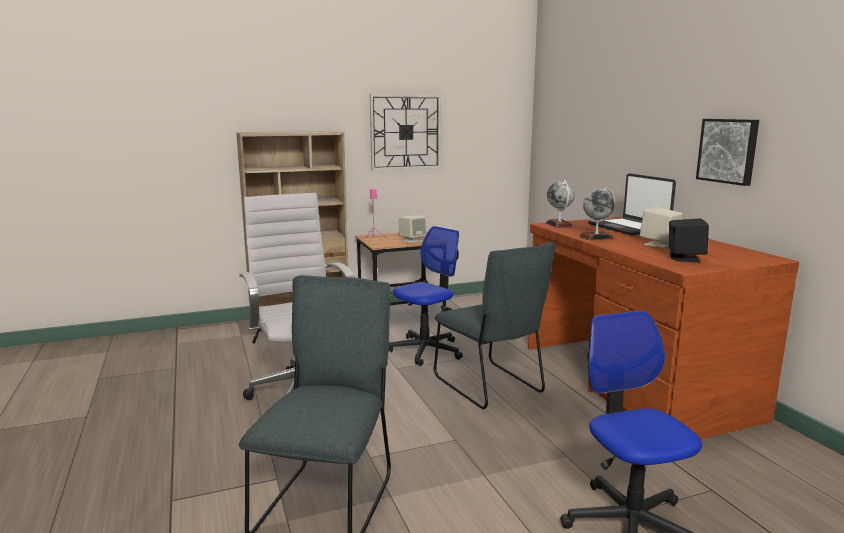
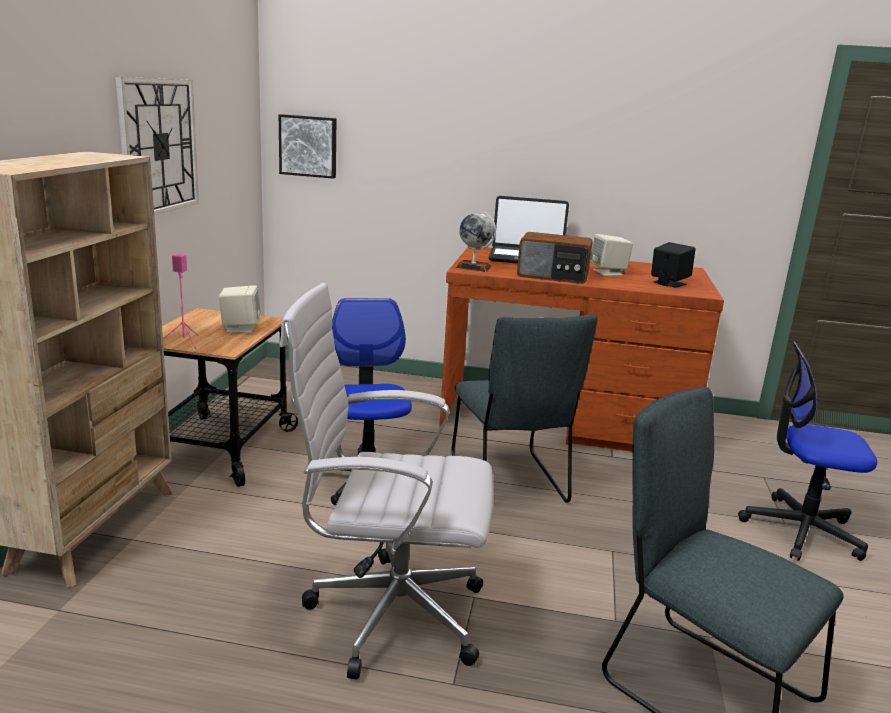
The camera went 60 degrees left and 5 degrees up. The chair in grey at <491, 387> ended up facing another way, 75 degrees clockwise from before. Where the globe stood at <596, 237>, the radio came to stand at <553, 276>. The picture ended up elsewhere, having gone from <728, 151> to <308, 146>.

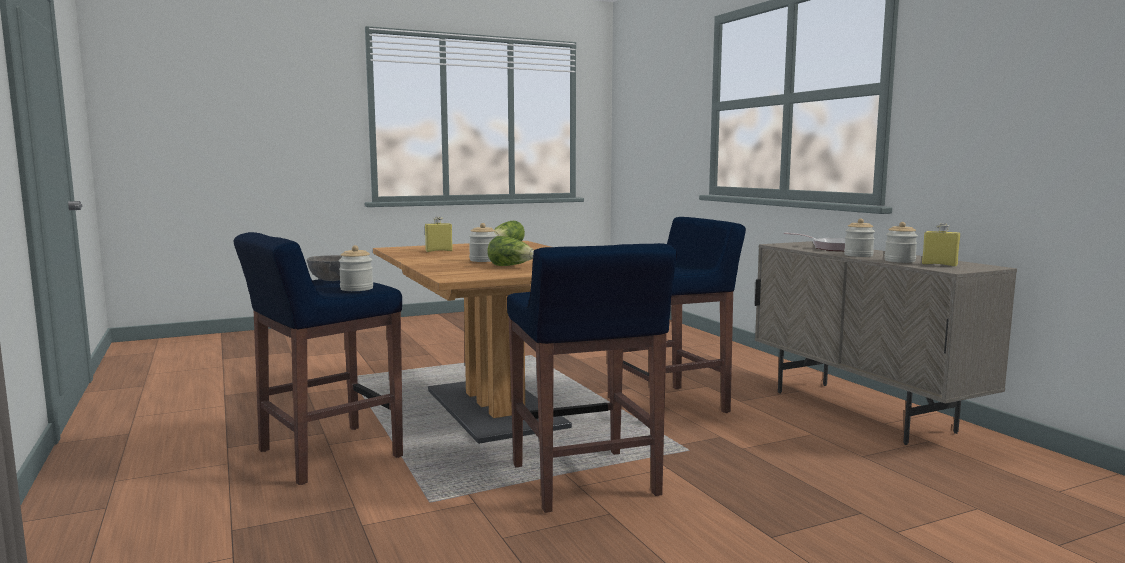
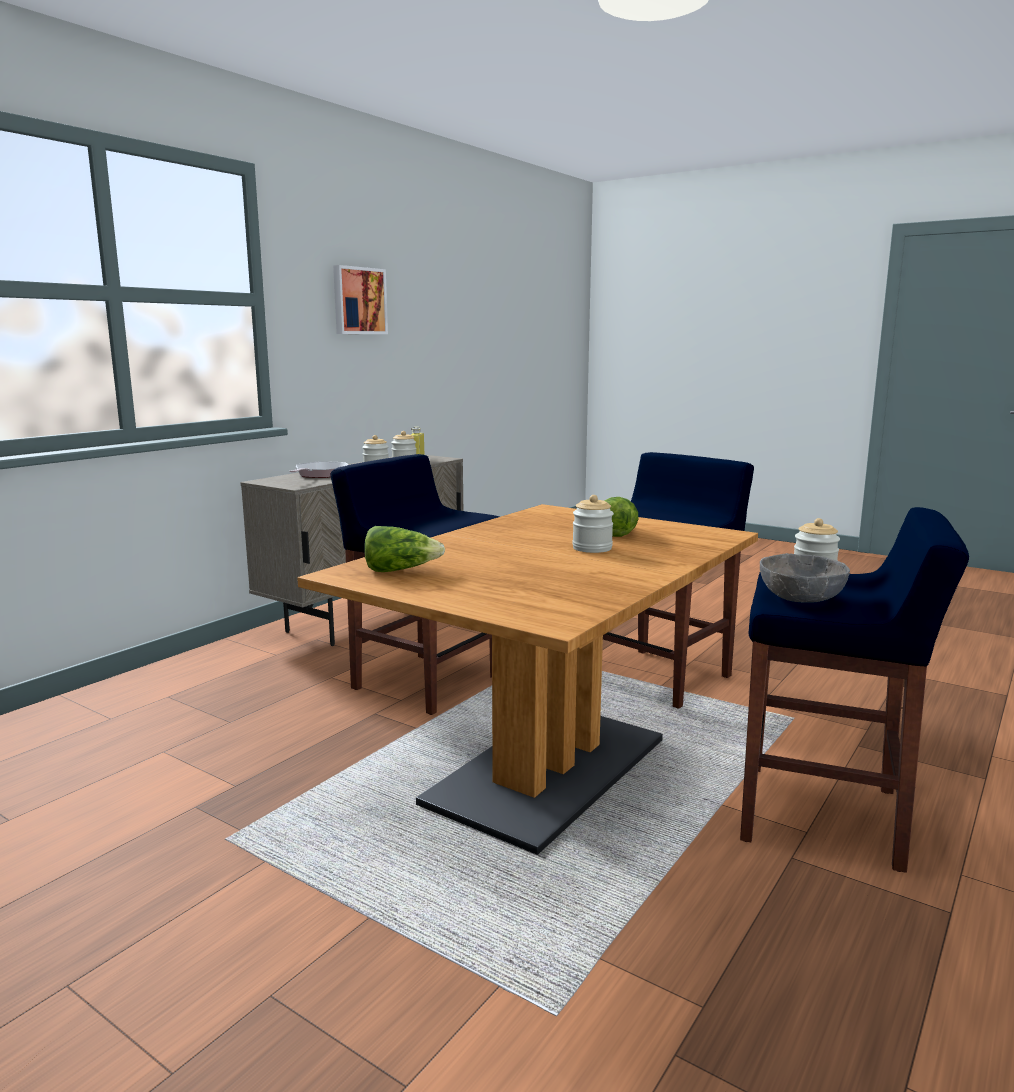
The camera went 120 degrees left and 5 degrees up. The second view lost the bottle in yellow at <439, 251>. The second view gained the picture at <358, 301>.

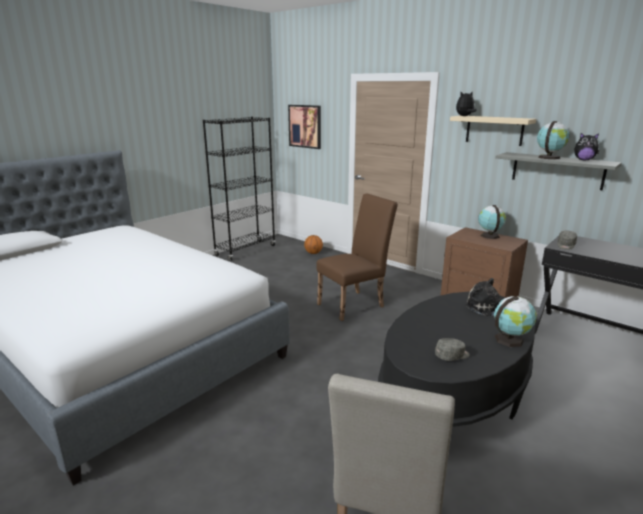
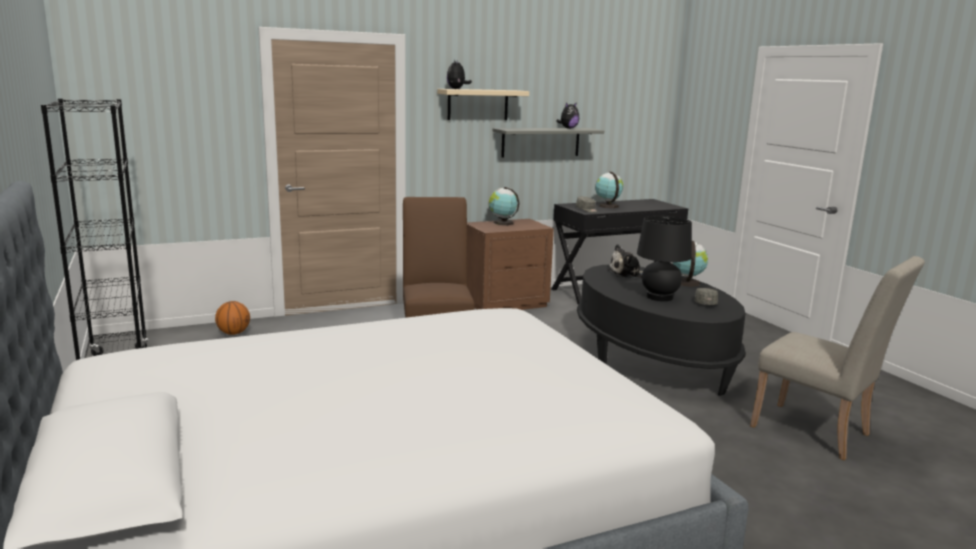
The camera went 65 degrees left and 5 degrees down. The second view lost the picture at <305, 126>. The globe ended up elsewhere, having gone from <549, 157> to <607, 206>. The second view gained the table lamp in black at <659, 297>.

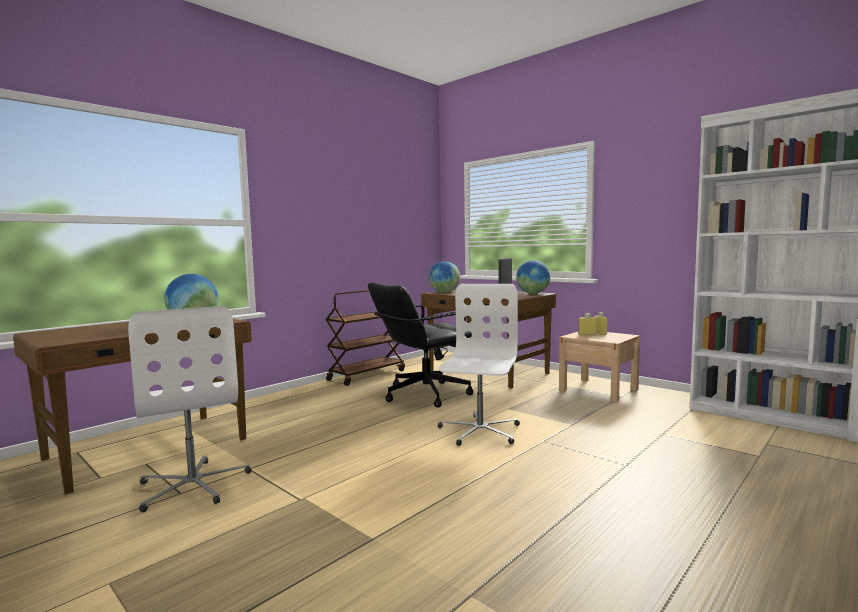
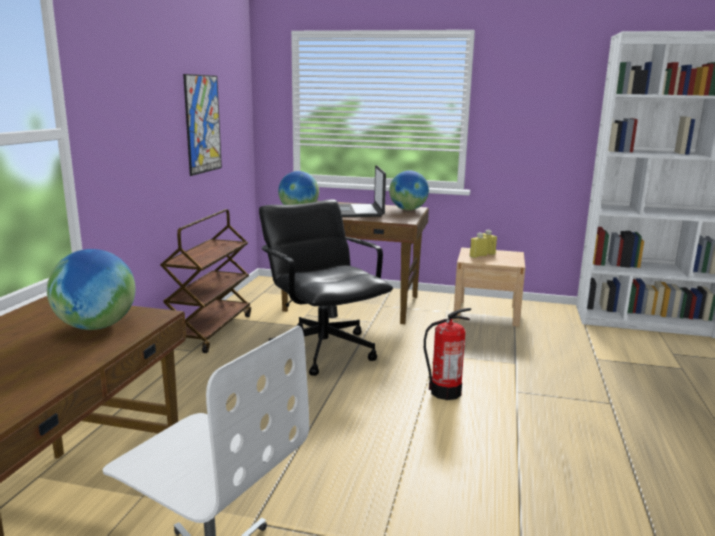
The camera went 30 degrees left and 10 degrees up. The office chair in black at <425, 394> ended up facing another way, 120 degrees clockwise from before. Where the office chair in white stood at <479, 431>, the fire extinguisher came to stand at <445, 392>. The second view gained the picture at <203, 124>.

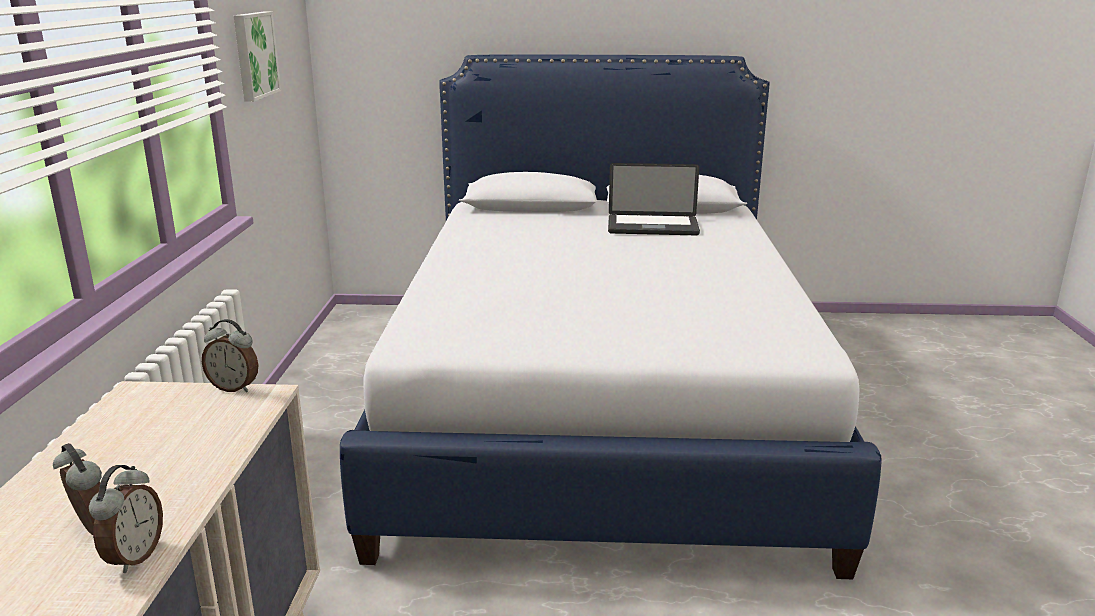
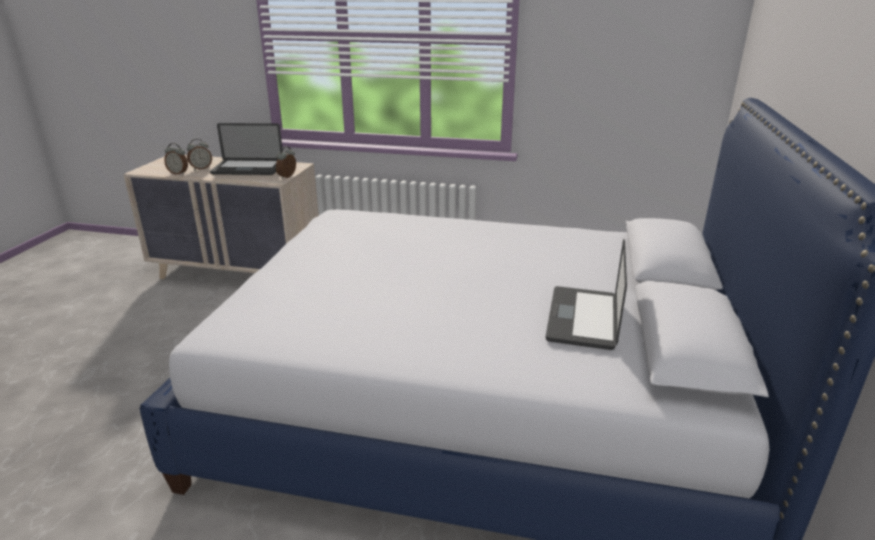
The camera went 100 degrees right and 5 degrees up. The second view lost the picture at <253, 55>. The second view gained the laptop at <248, 169>.

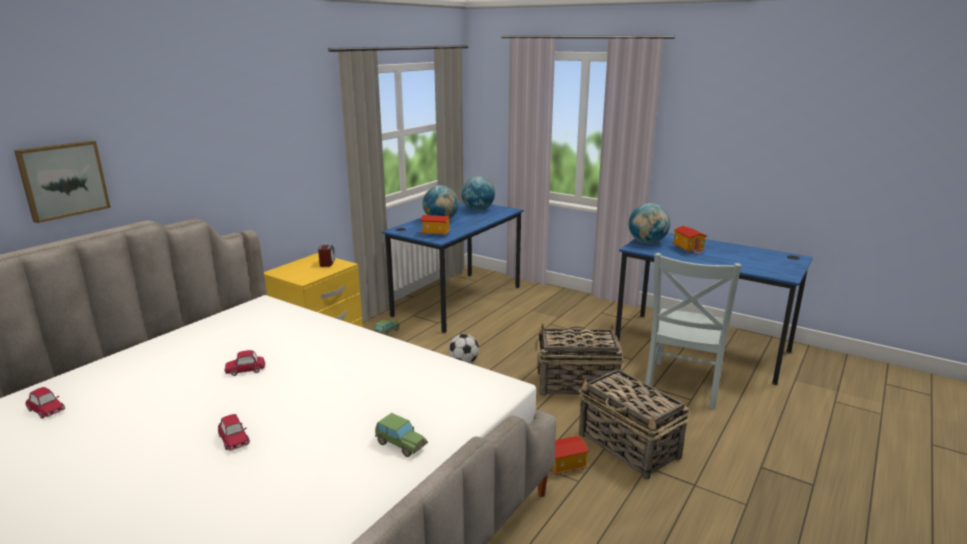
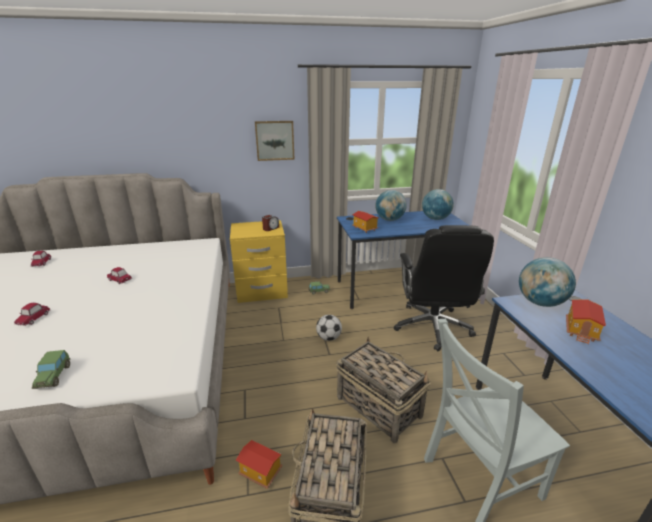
The camera went 45 degrees right and 5 degrees up. The picture ended up elsewhere, having gone from <63, 180> to <274, 140>. The second view gained the office chair in black at <432, 327>.

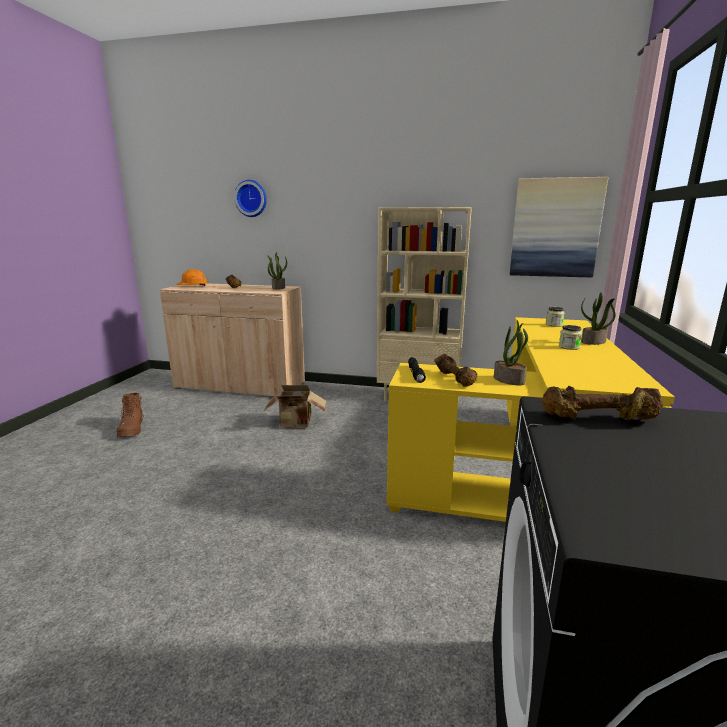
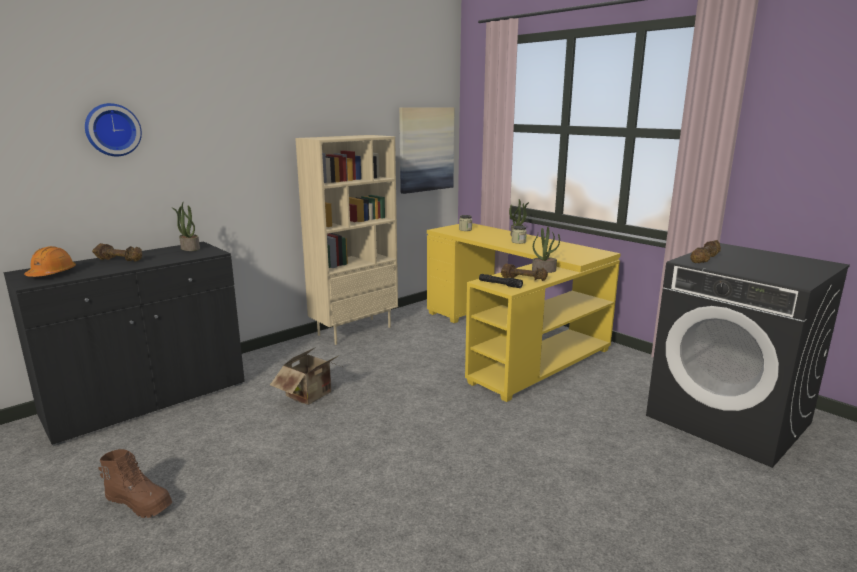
The camera went 55 degrees left and 0 degrees up. What was the cabinet in beige at <240, 386> turned into the cabinet in black at <147, 400>.

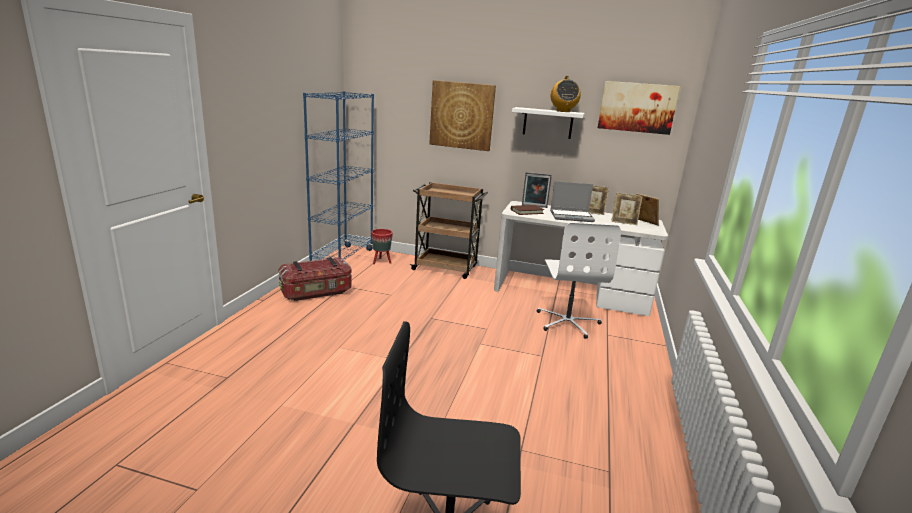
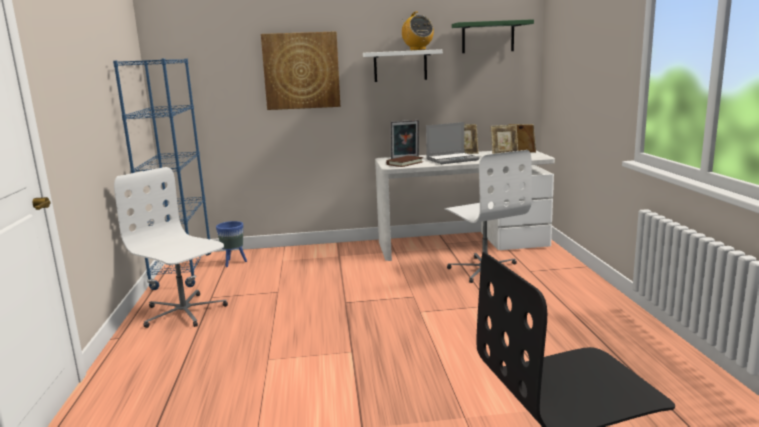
The camera went 20 degrees left and 5 degrees down. Where the storage box stood at <316, 292>, the office chair in white came to stand at <183, 312>. What was the planter in red at <381, 262> turned into the planter in blue at <234, 263>. The second view lost the cart in brown at <446, 268>. Where the picture hung at <637, 107>, the shelf in green came to hang at <488, 37>.

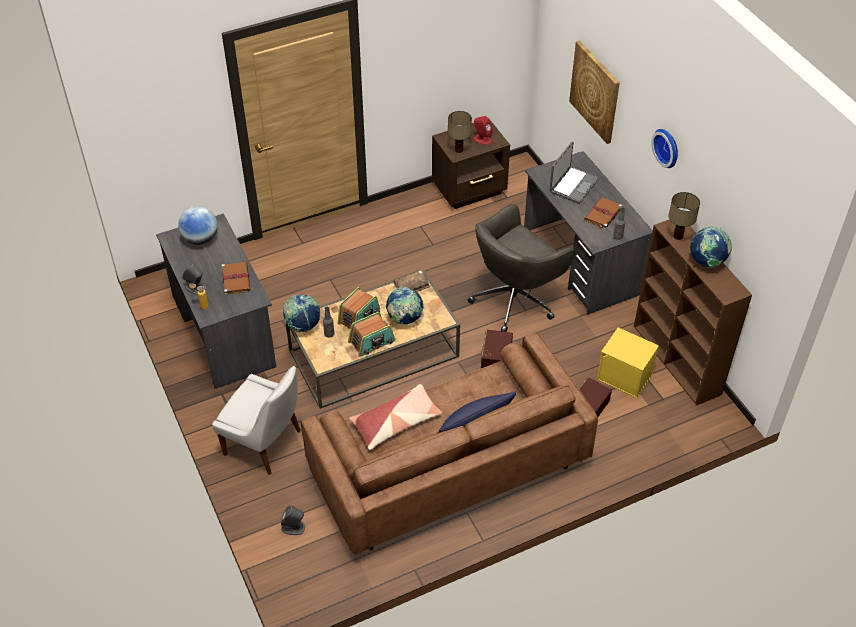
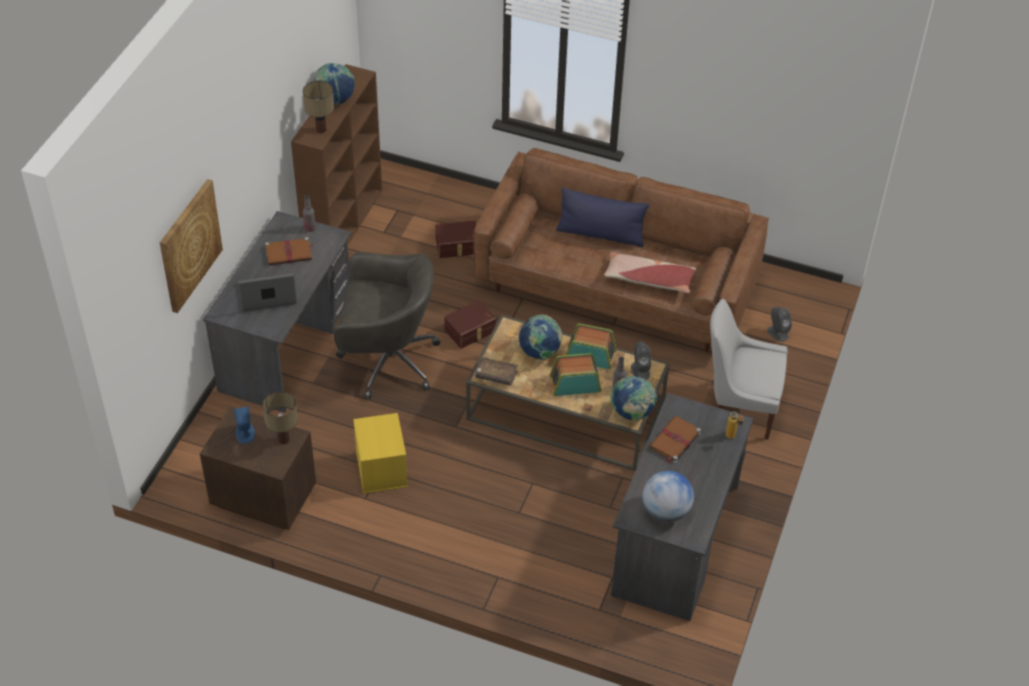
The camera went 135 degrees left and 0 degrees up. The speaker in grey ended up elsewhere, having gone from <196, 288> to <640, 370>. The chair in white at <265, 444> ended up facing another way, 60 degrees counterclockwise from before. What was the speaker in red at <482, 139> turned into the speaker in blue at <245, 433>. The storage box in yellow ended up elsewhere, having gone from <625, 376> to <380, 468>. The second view lost the wall clock at <668, 147>.

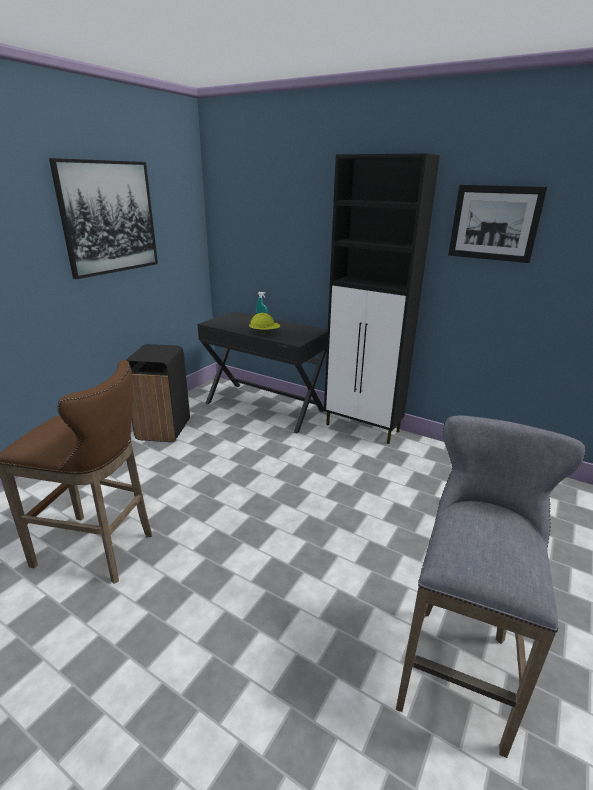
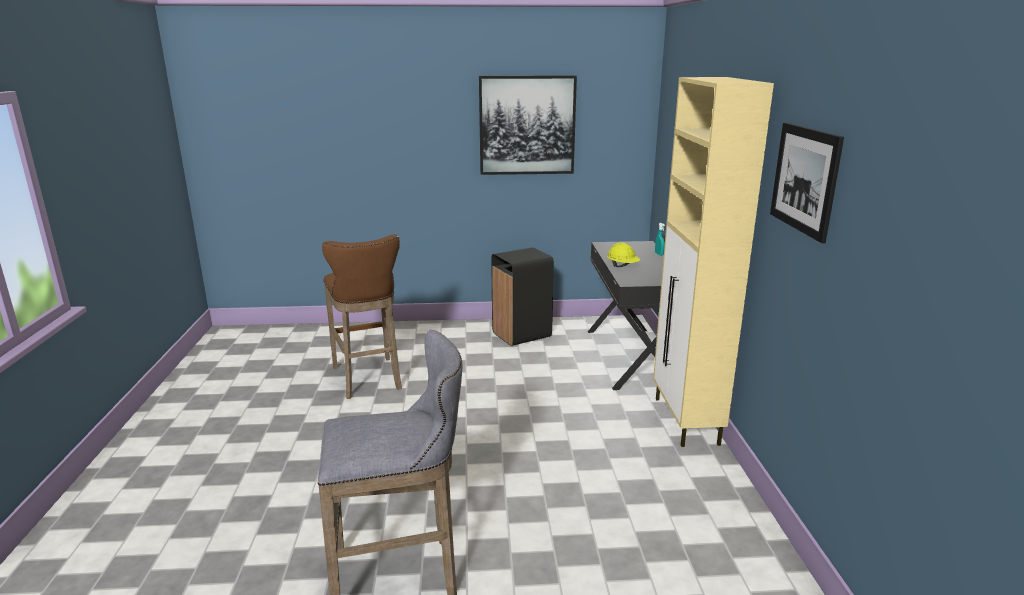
The camera went 55 degrees right and 5 degrees down. What was the cabinet in black at <363, 428> turned into the cabinet in beige at <686, 421>.

